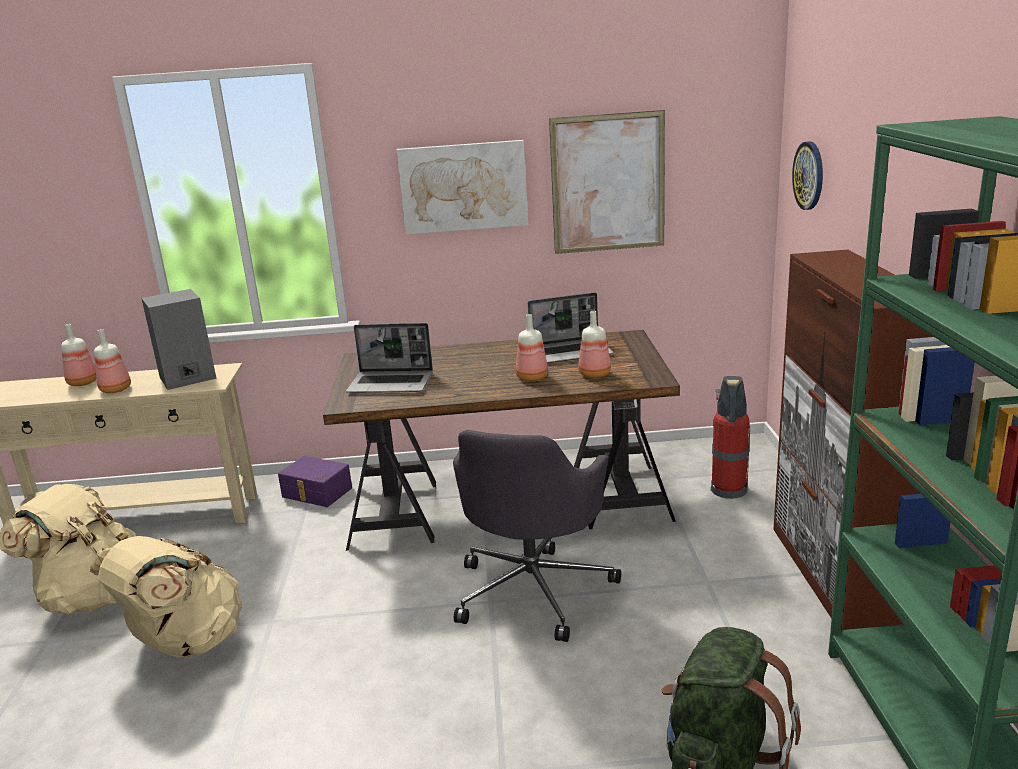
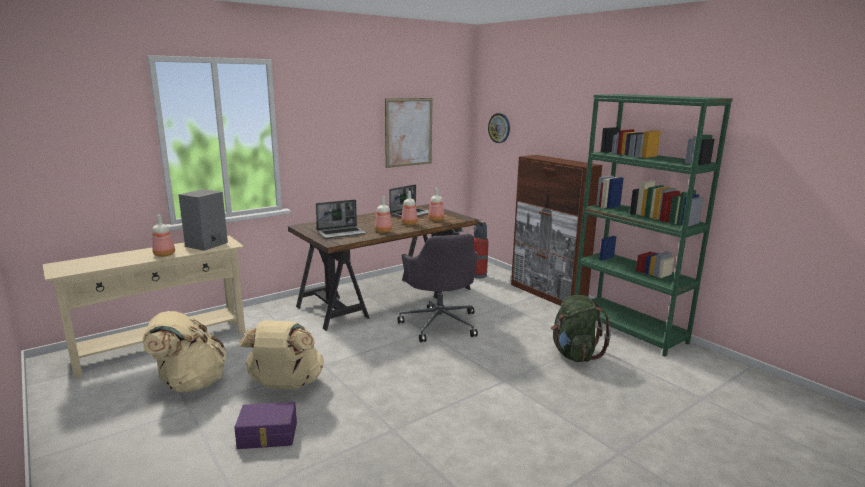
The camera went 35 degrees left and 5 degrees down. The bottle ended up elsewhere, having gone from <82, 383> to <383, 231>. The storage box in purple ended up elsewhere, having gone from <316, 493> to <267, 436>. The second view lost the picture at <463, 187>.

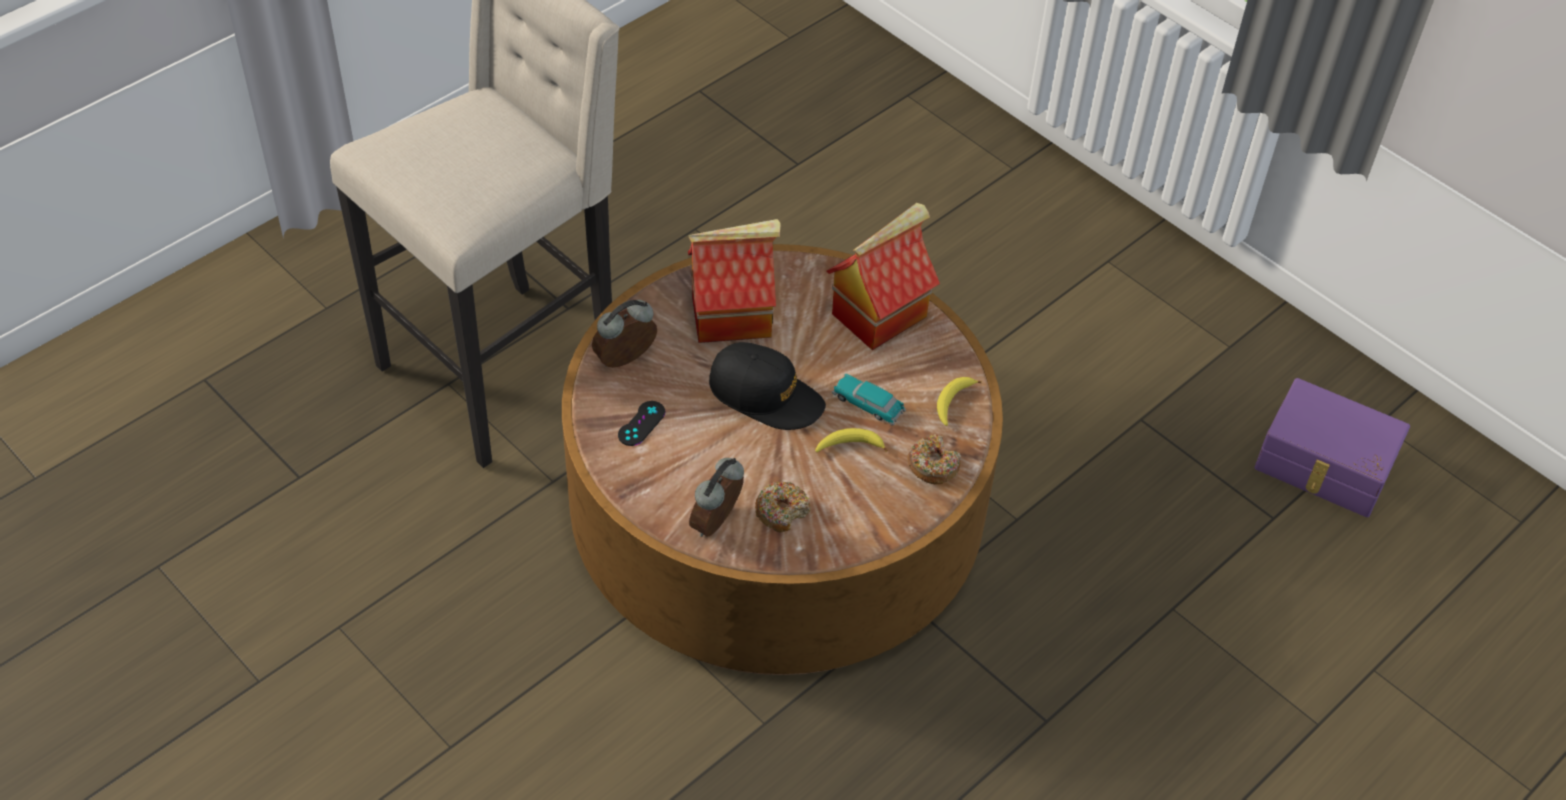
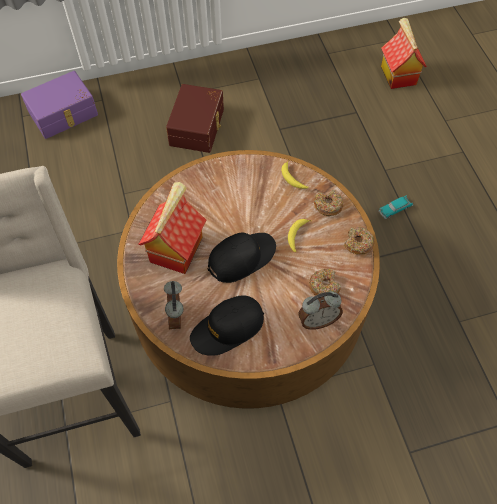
The camera went 60 degrees left and 10 degrees up. Where the game controller in black stood at <641, 423>, the cap in black came to stand at <227, 328>. The alarm clock at <718, 523> ended up facing another way, 75 degrees counterclockwise from before. The toy house ended up elsewhere, having gone from <879, 313> to <397, 75>. The toy car ended up elsewhere, having gone from <867, 404> to <395, 209>. The storage box in purple ended up elsewhere, having gone from <1323, 466> to <64, 114>. The second view gained the storage box in brown at <198, 127>. The second view gained the donut at <358, 243>.

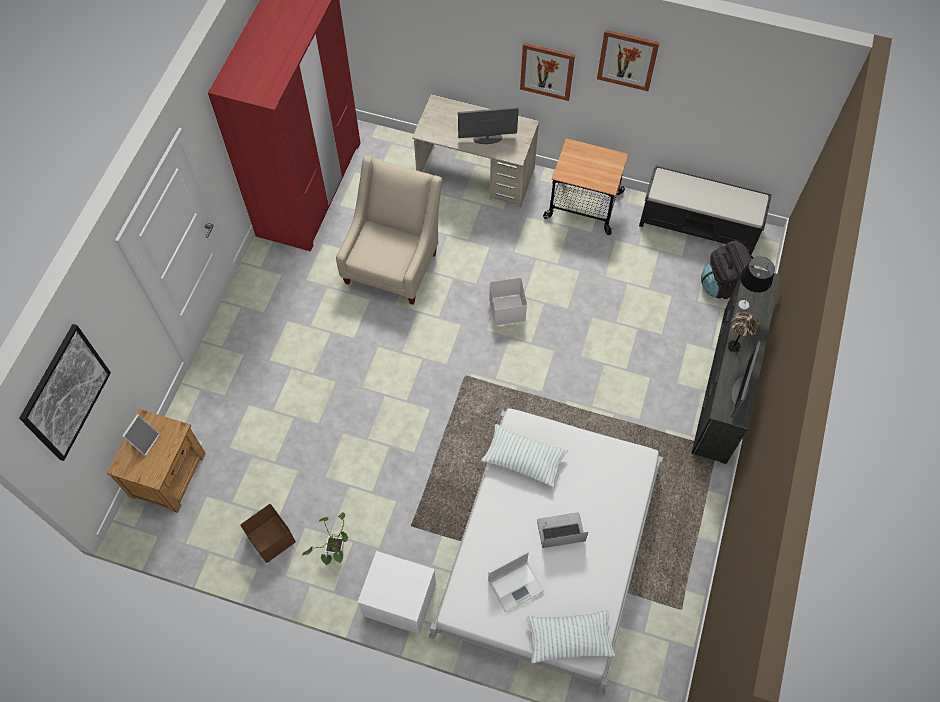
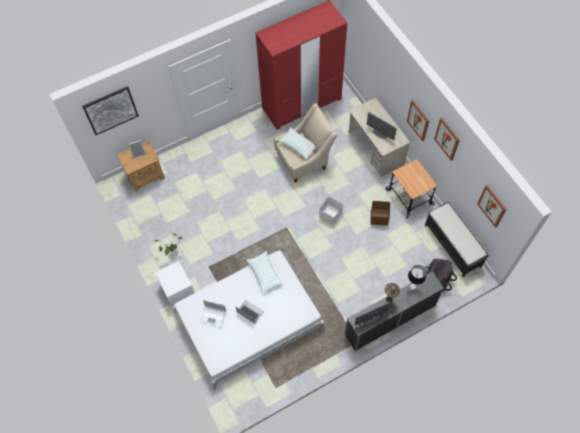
The camera went 45 degrees right and 0 degrees up. The storage box in brown ended up elsewhere, having gone from <272, 539> to <379, 217>. The pillow ended up elsewhere, having gone from <569, 639> to <298, 146>. The second view gained the picture at <492, 206>.

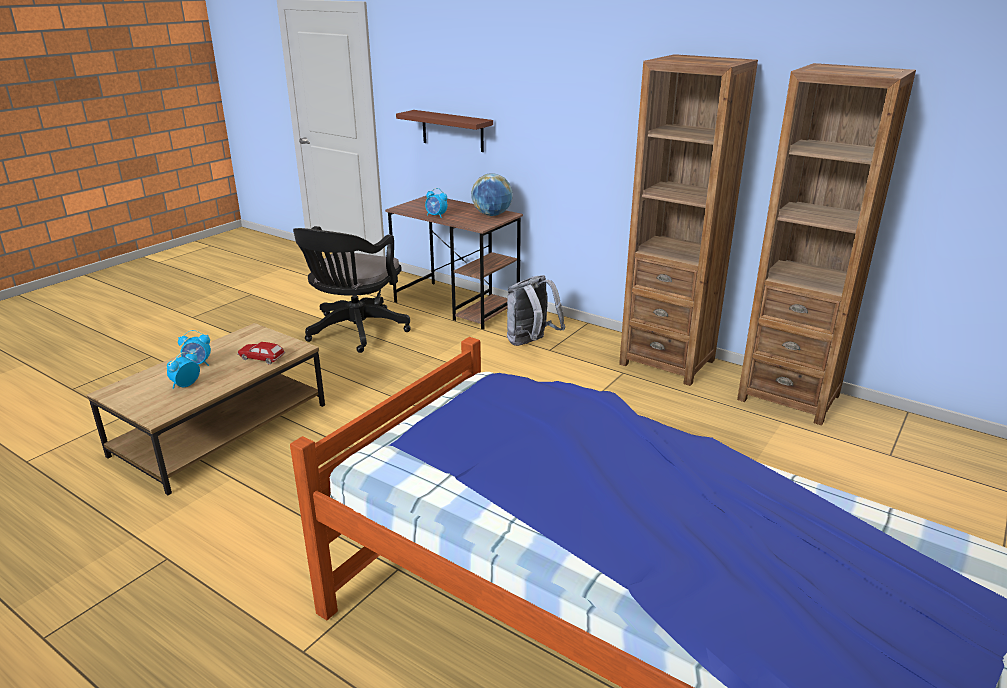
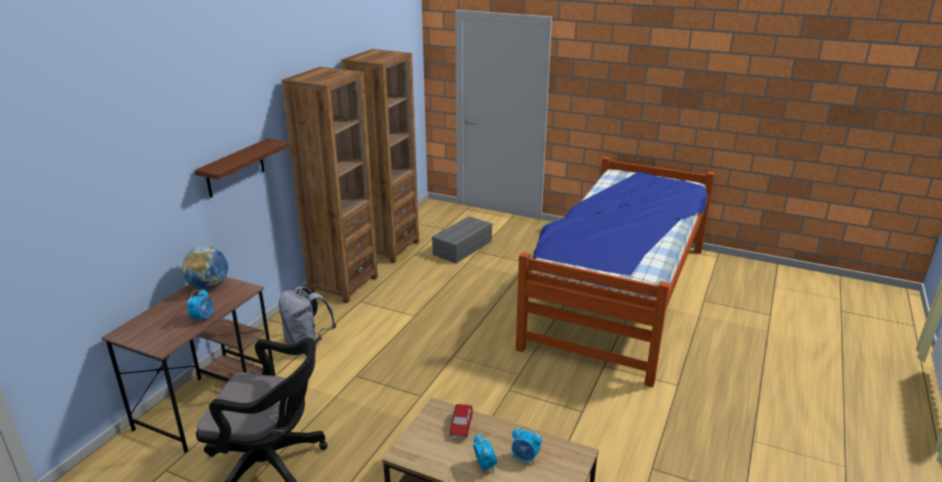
The camera went 100 degrees left and 0 degrees up. The shelf in brown ended up elsewhere, having gone from <452, 131> to <235, 168>. The second view gained the storage box in grey at <462, 247>.

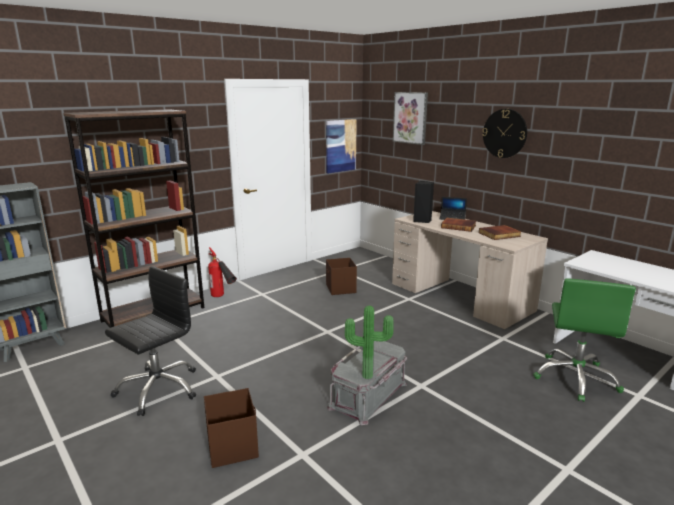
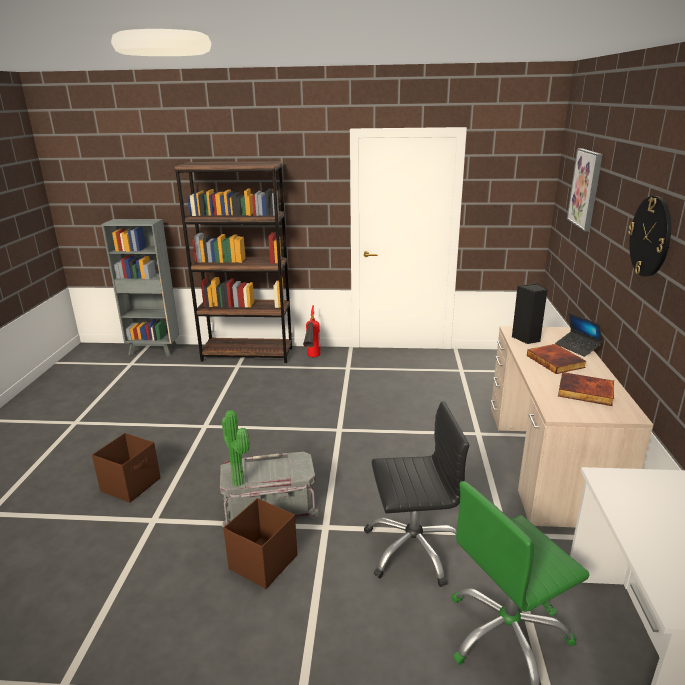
The camera went 45 degrees right and 5 degrees up. The office chair in black ended up elsewhere, having gone from <158, 389> to <413, 547>. The second view lost the picture at <340, 146>. The storage box in brown ended up elsewhere, having gone from <340, 289> to <262, 563>.

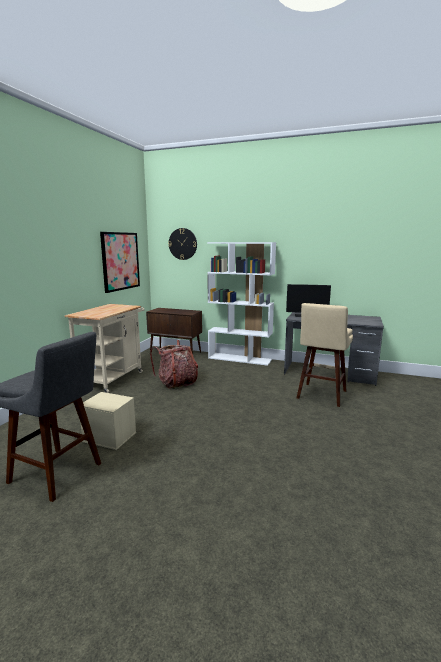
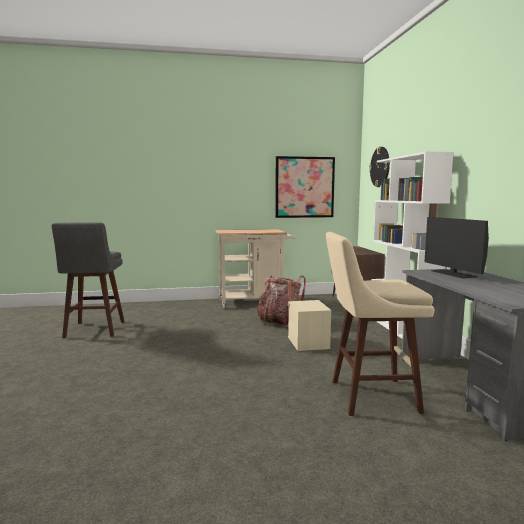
The camera went 60 degrees right and 5 degrees down. The storage box in beige ended up elsewhere, having gone from <110, 437> to <309, 343>.

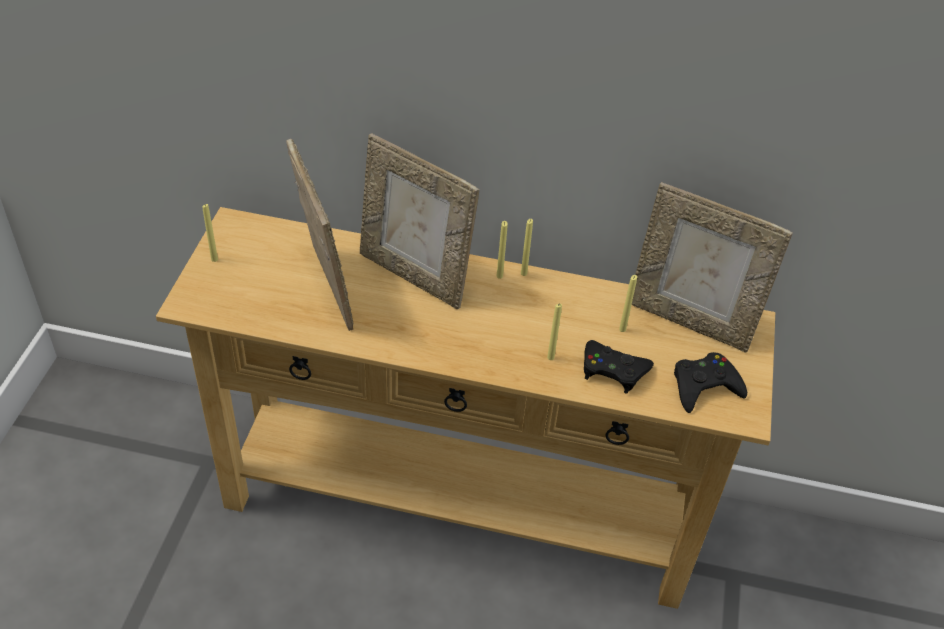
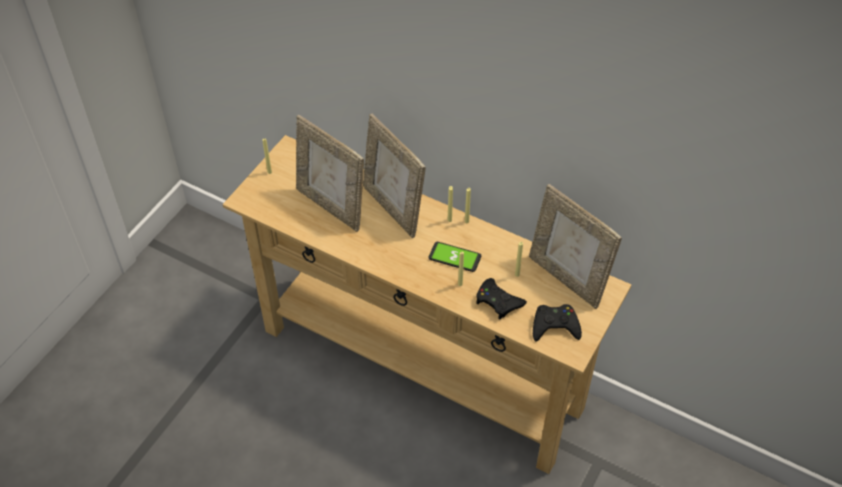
The camera went 20 degrees right and 5 degrees up. The picture frame at <324, 288> ended up facing another way, 135 degrees clockwise from before. The second view gained the phone at <454, 257>.

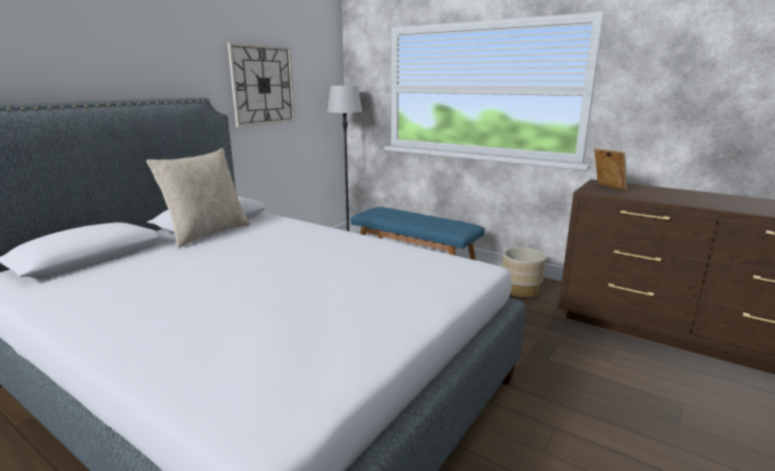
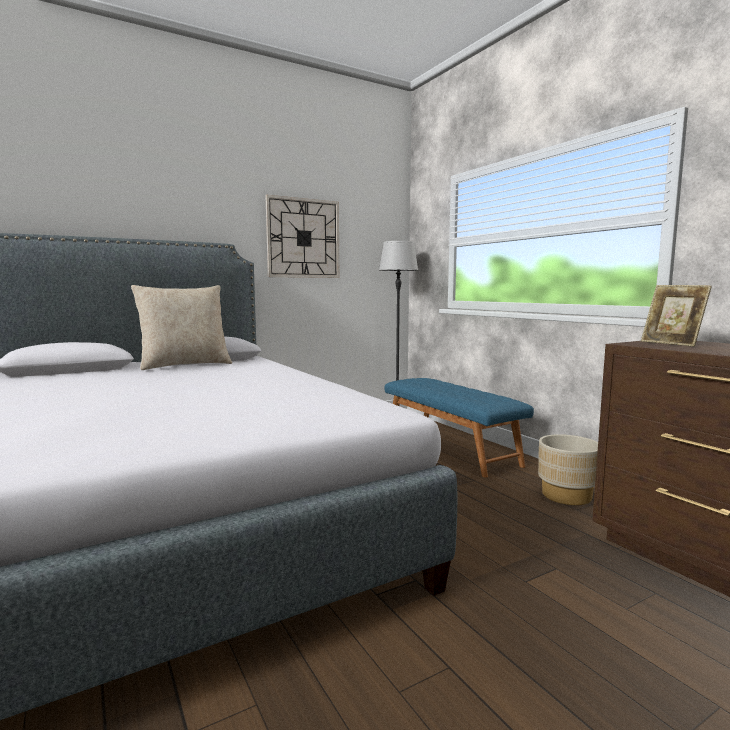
The camera went 25 degrees right and 10 degrees down. The picture frame at <607, 188> ended up facing another way, 150 degrees clockwise from before.

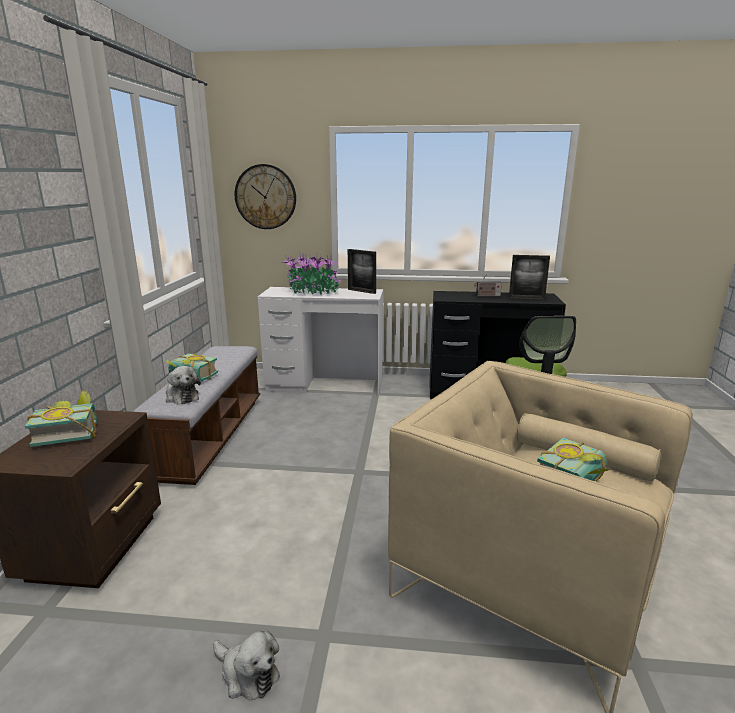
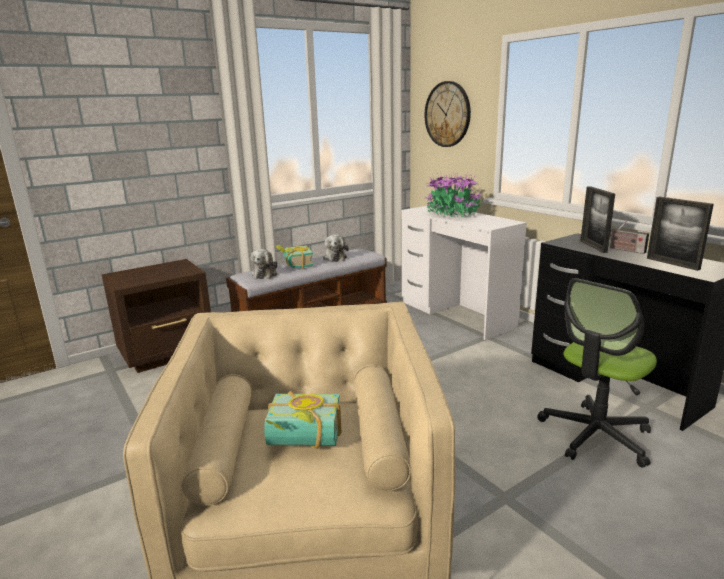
The camera went 50 degrees right and 0 degrees up. The second view lost the book at <67, 433>. The plush toy ended up elsewhere, having gone from <247, 674> to <335, 258>. The picture frame ended up elsewhere, having gone from <361, 291> to <593, 246>.

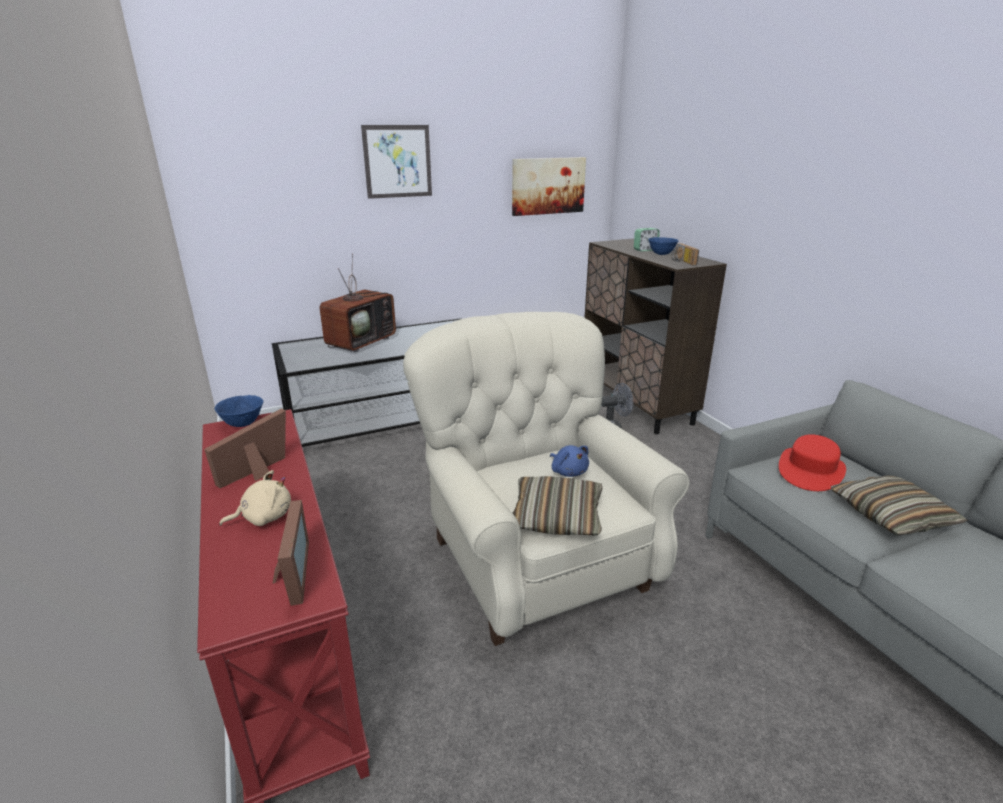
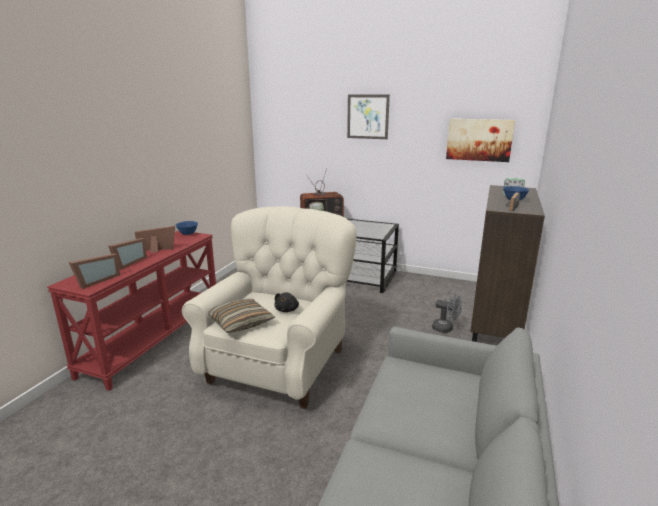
The camera went 45 degrees right and 5 degrees down. Where the plush toy in beige stood at <264, 517>, the picture frame came to stand at <128, 263>. What was the plush toy in blue at <568, 471> turned into the plush toy in black at <287, 310>. The second view lost the hat in red at <810, 470>. The second view lost the pillow at <891, 515>.

